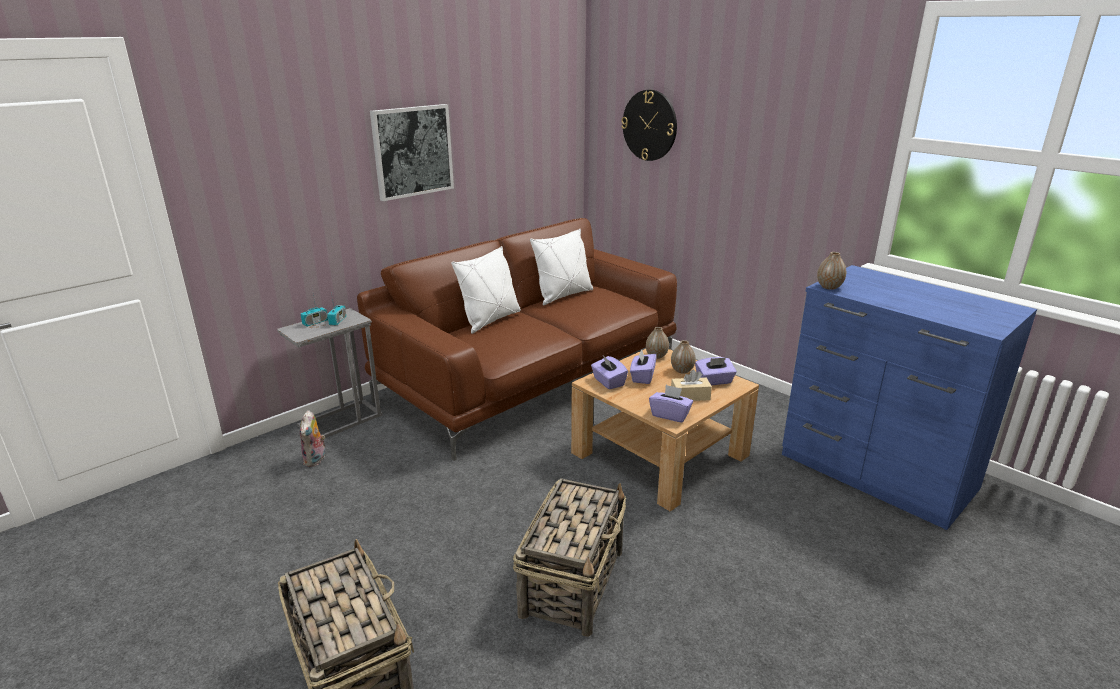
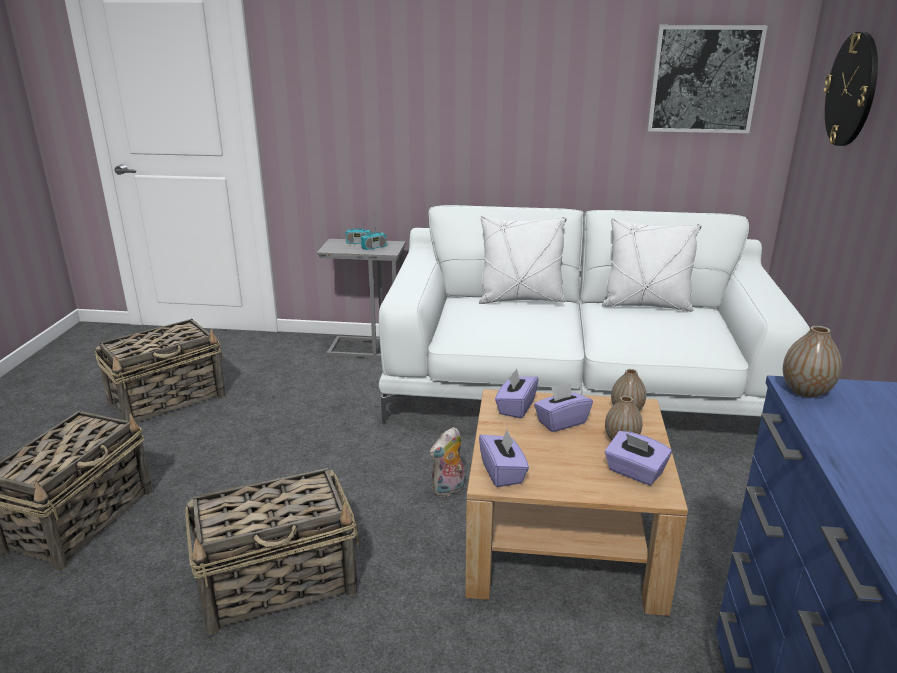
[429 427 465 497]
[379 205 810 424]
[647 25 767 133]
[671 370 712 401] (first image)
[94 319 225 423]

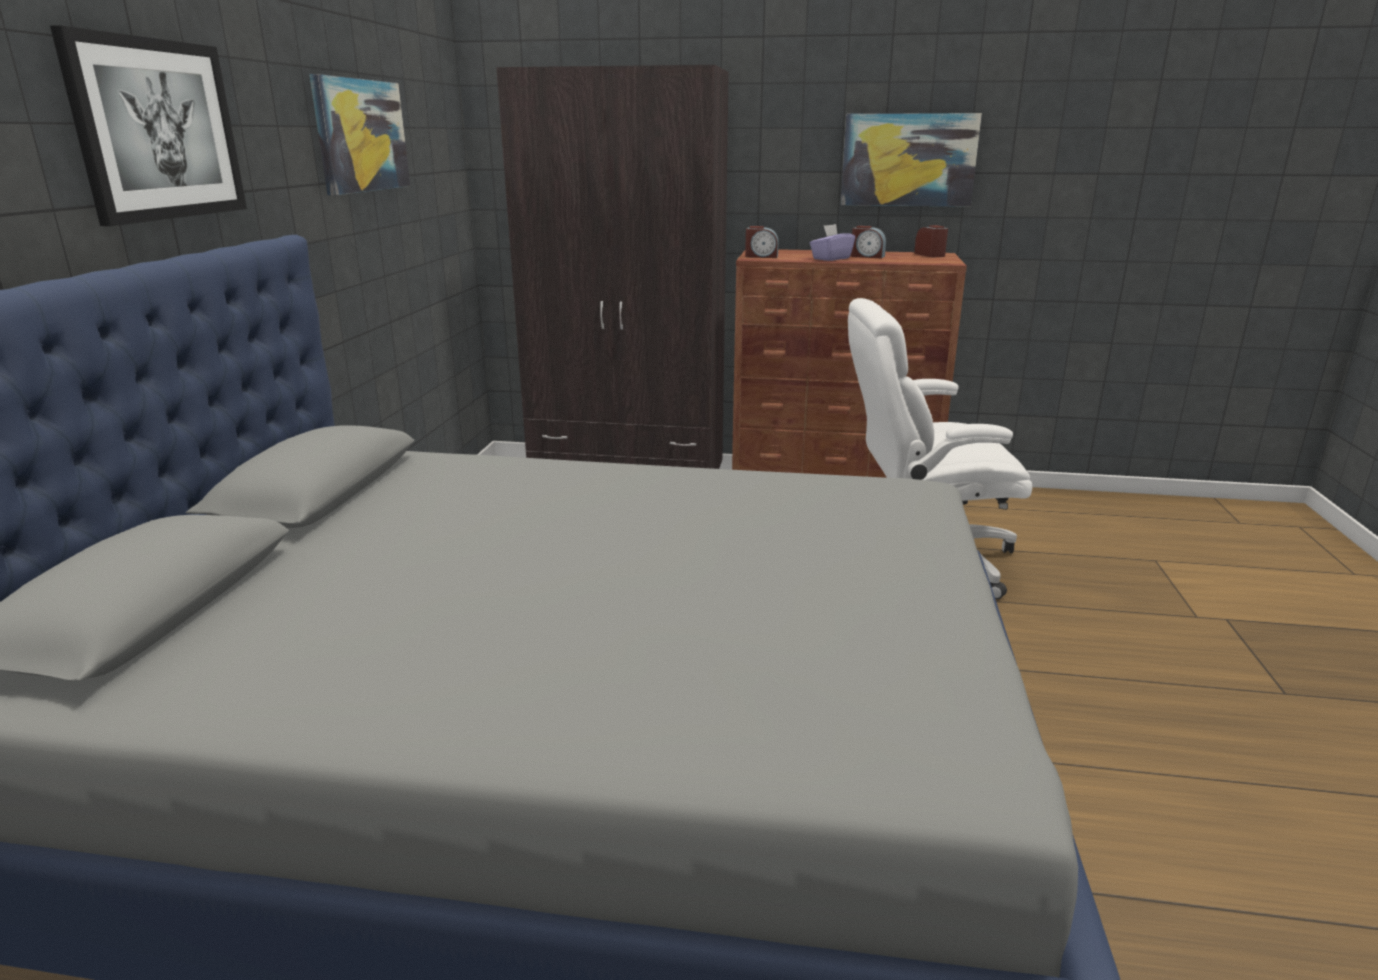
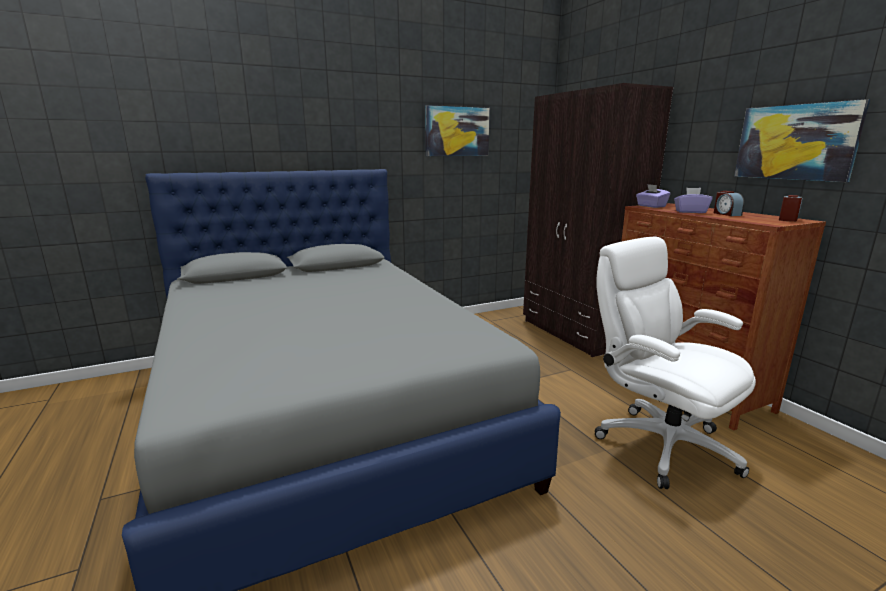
[50 25 247 226] (first image)
[636 184 671 208]

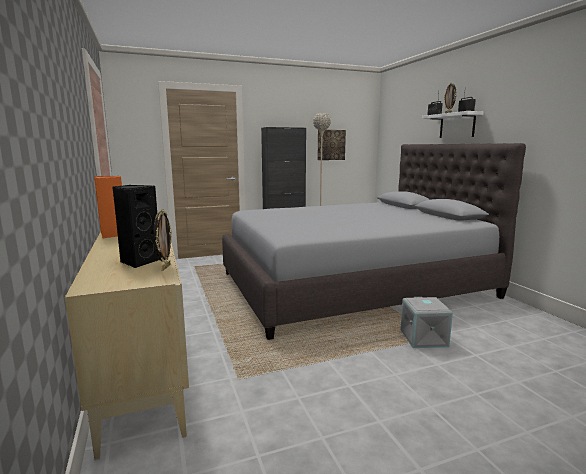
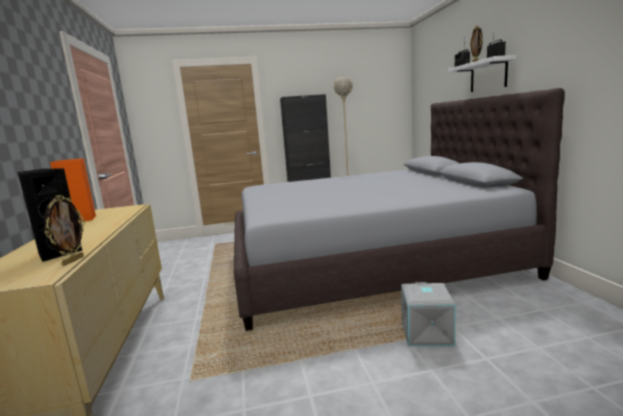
[318 130 346 160] (first image)

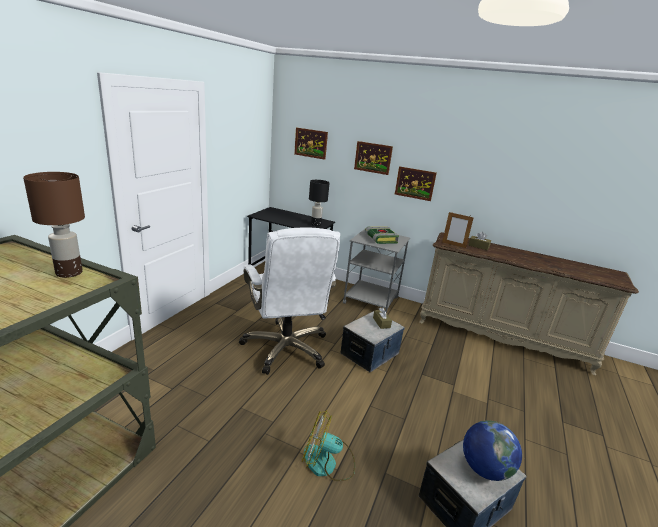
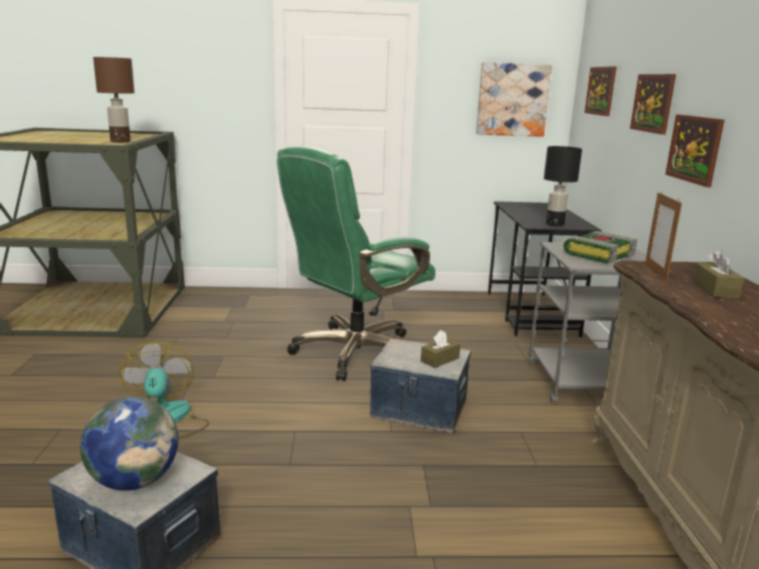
[277 146 435 381]
[476 62 552 137]

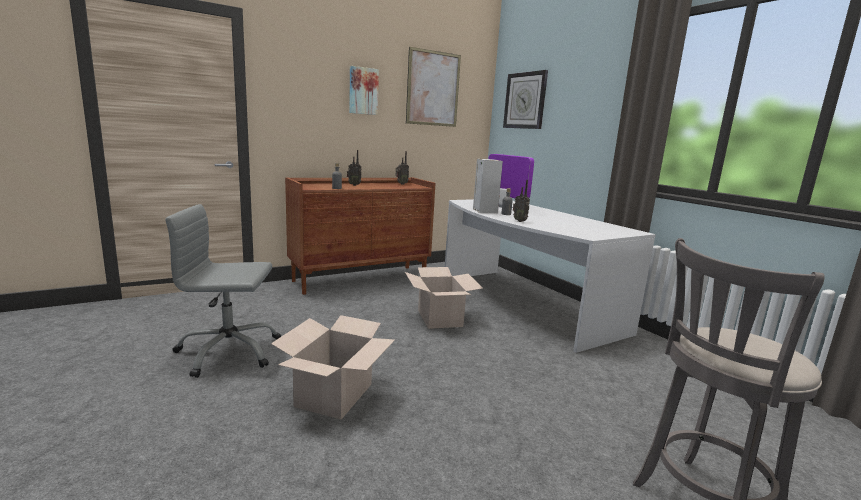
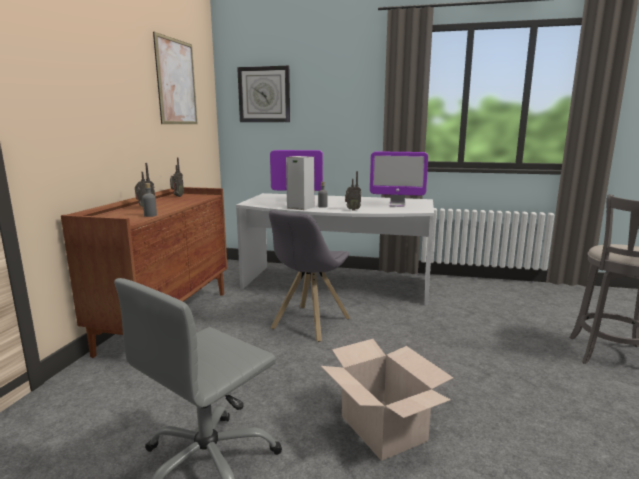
[349 66 379 115] (first image)
[269 210 350 342]
[370 152 428 207]

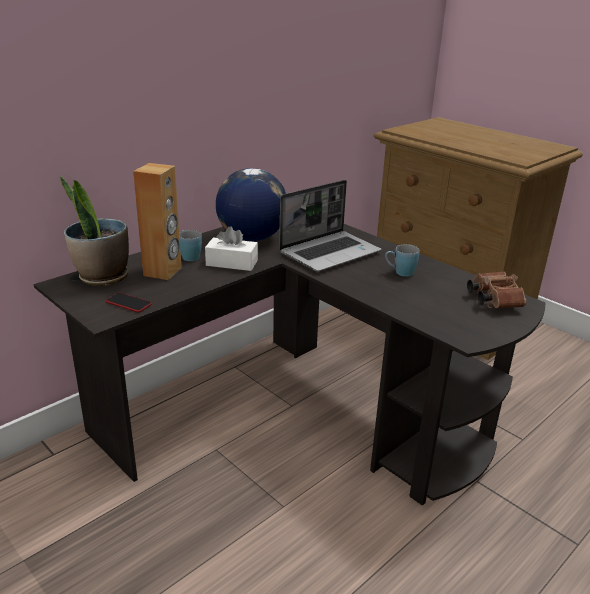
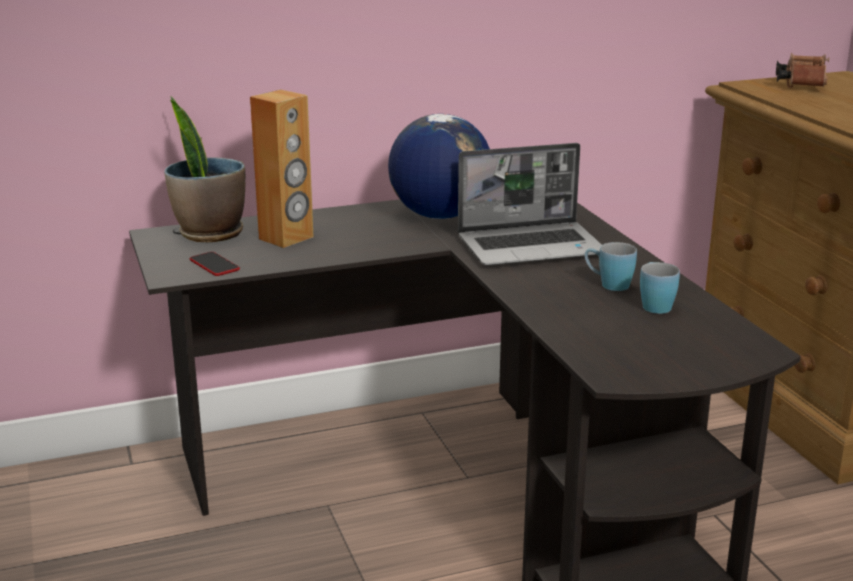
[640 262 680 314]
[205 226 258 271] (first image)
[776 53 829 88]

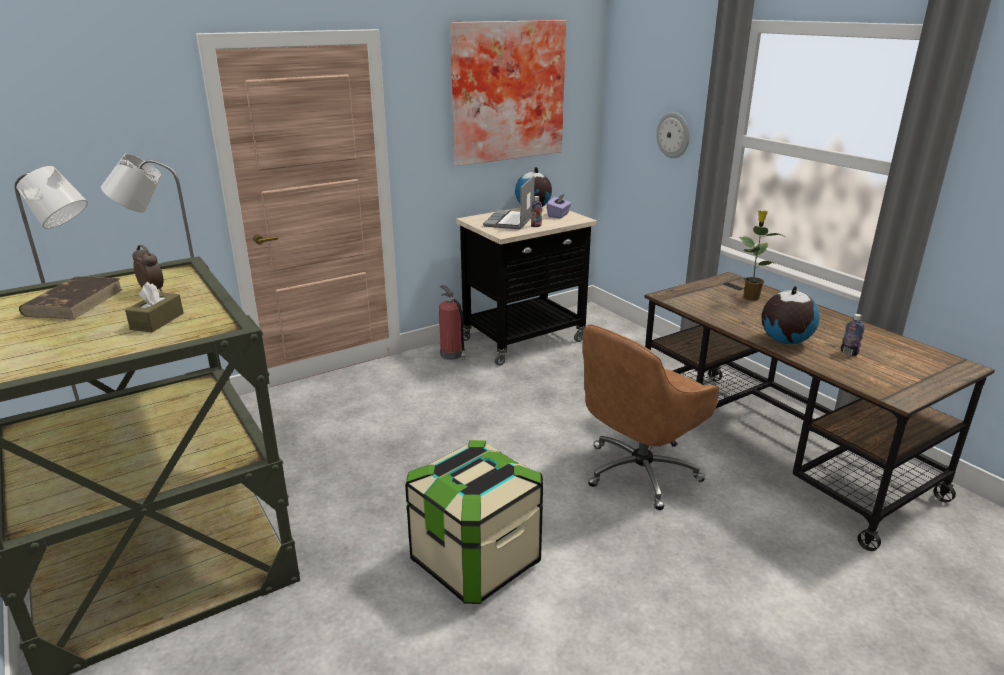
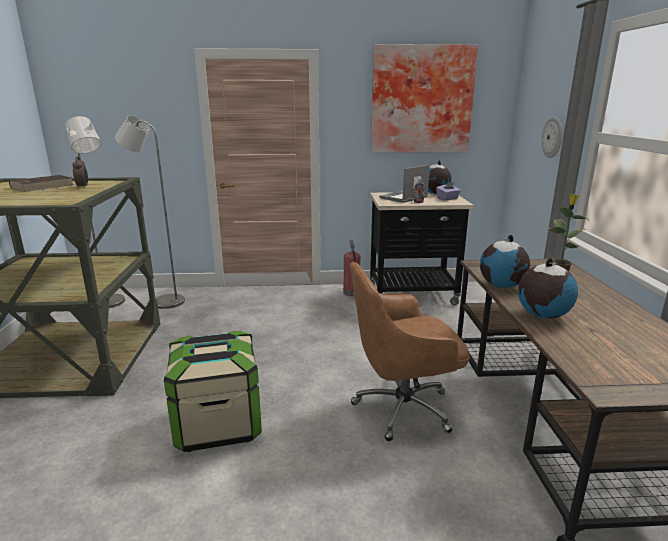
[125 282 183 332] (first image)
[841 314 864 356] (first image)
[480 235 530 288]

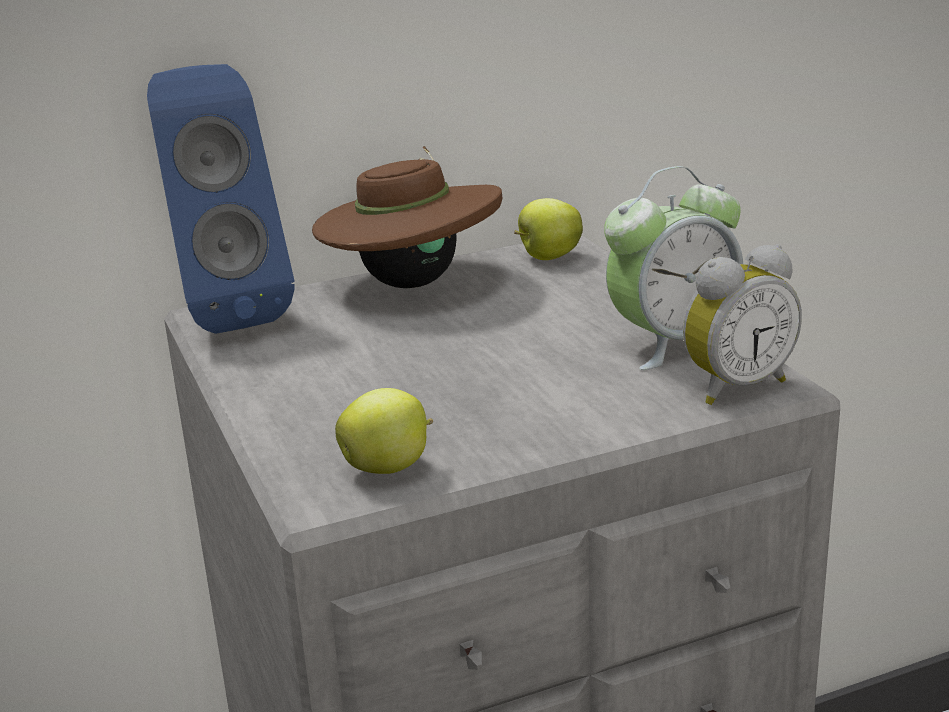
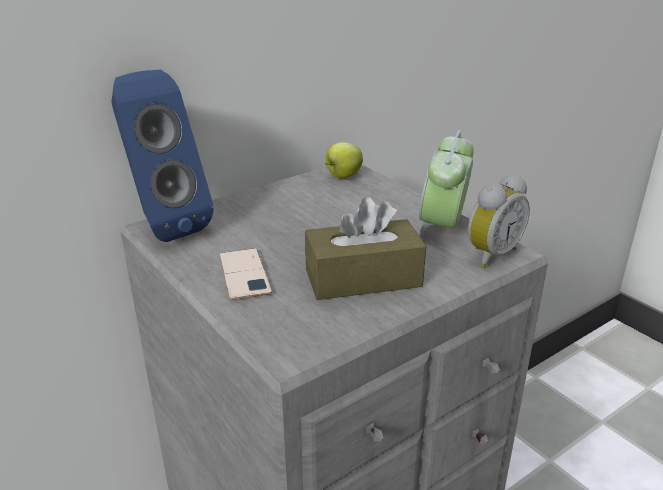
[312 146 502 288] (first image)
[335 388 433 474] (first image)
[418 130 474 239]
[220 248 272 300]
[305 197 426 300]

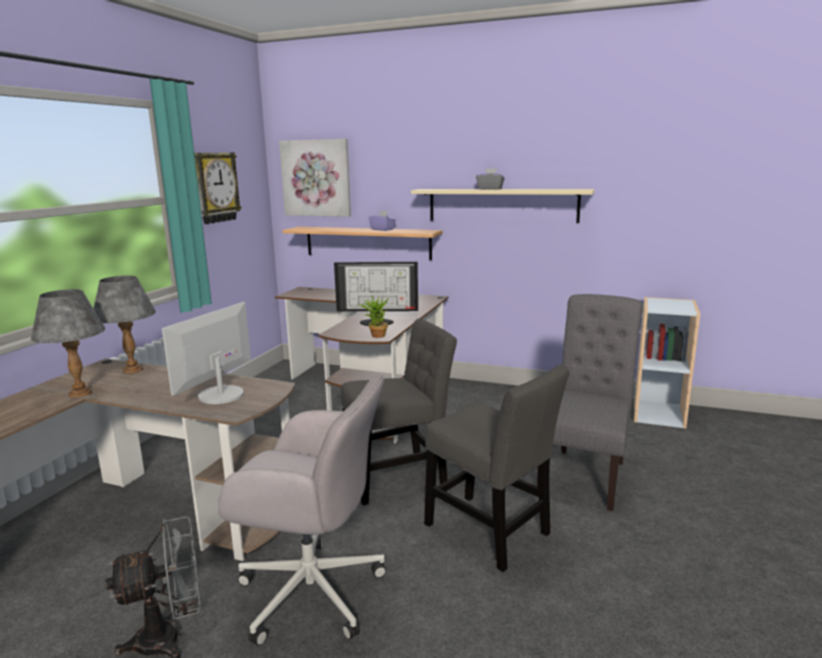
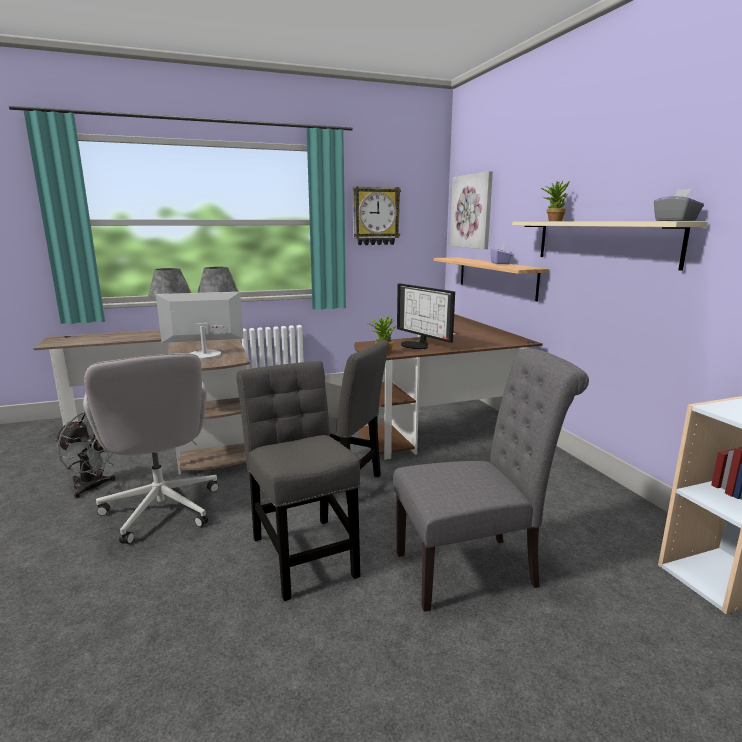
[236 361 360 601]
[654 189 704 221]
[541 181 570 221]

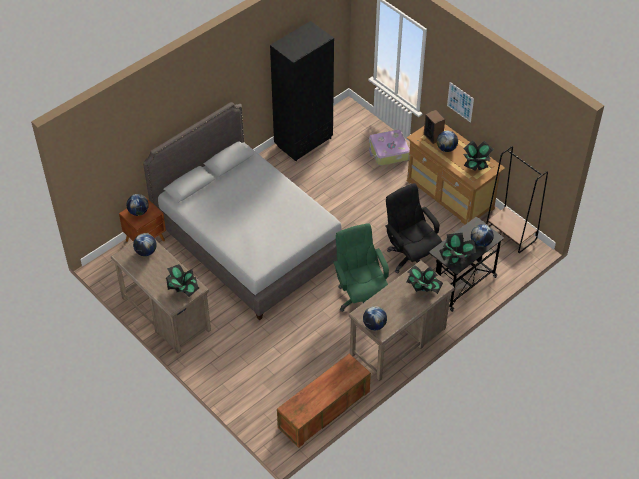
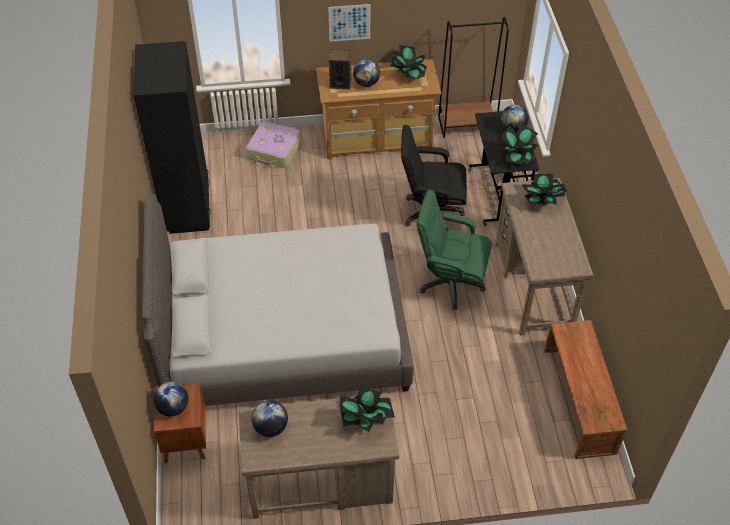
[363 306 387 330] (first image)

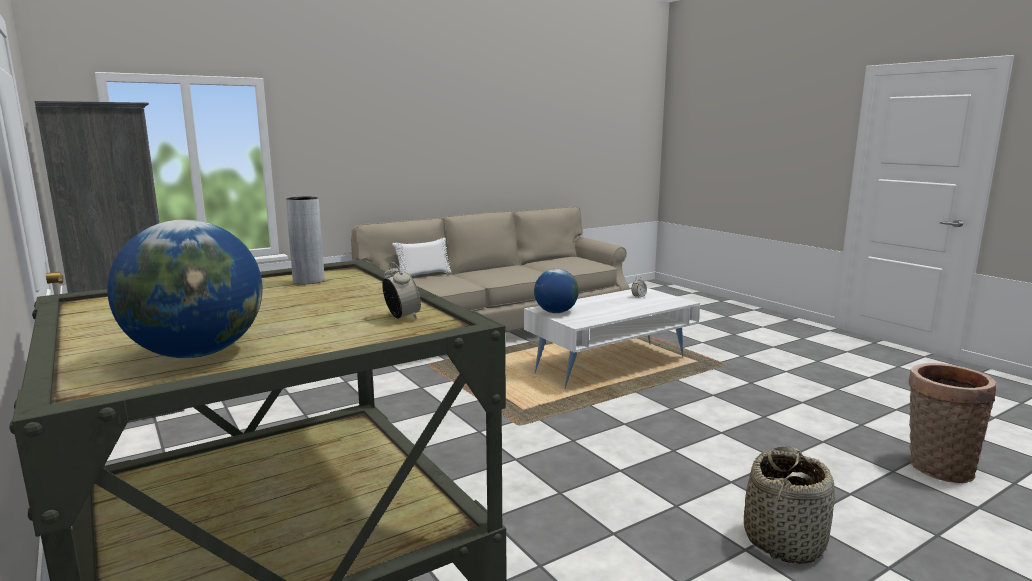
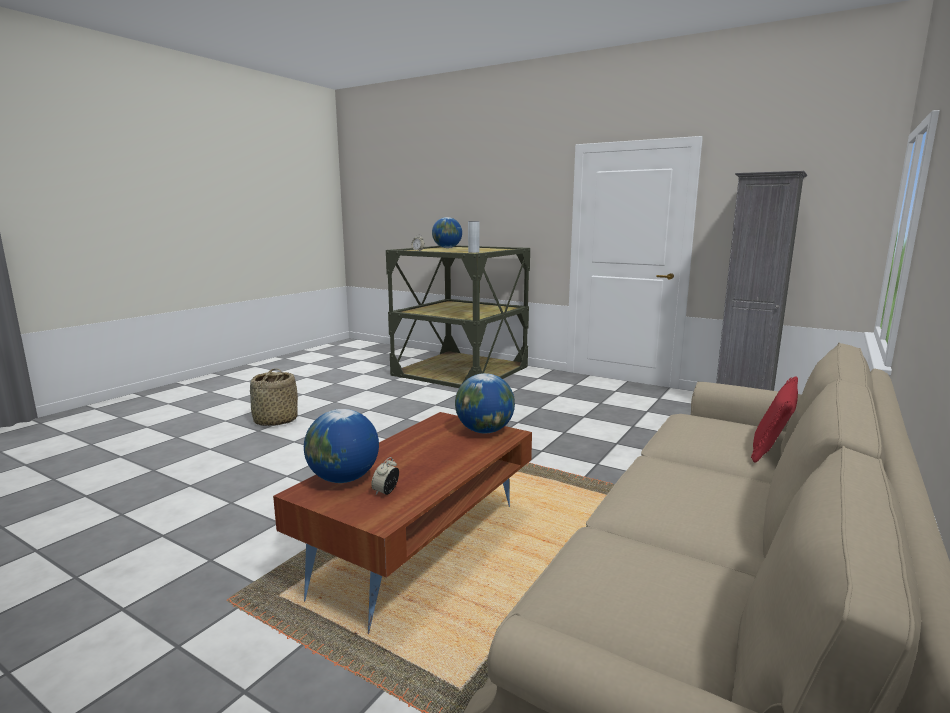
[751 377 798 463]
[273 412 532 634]
[909 363 996 483] (first image)
[304 409 379 483]

